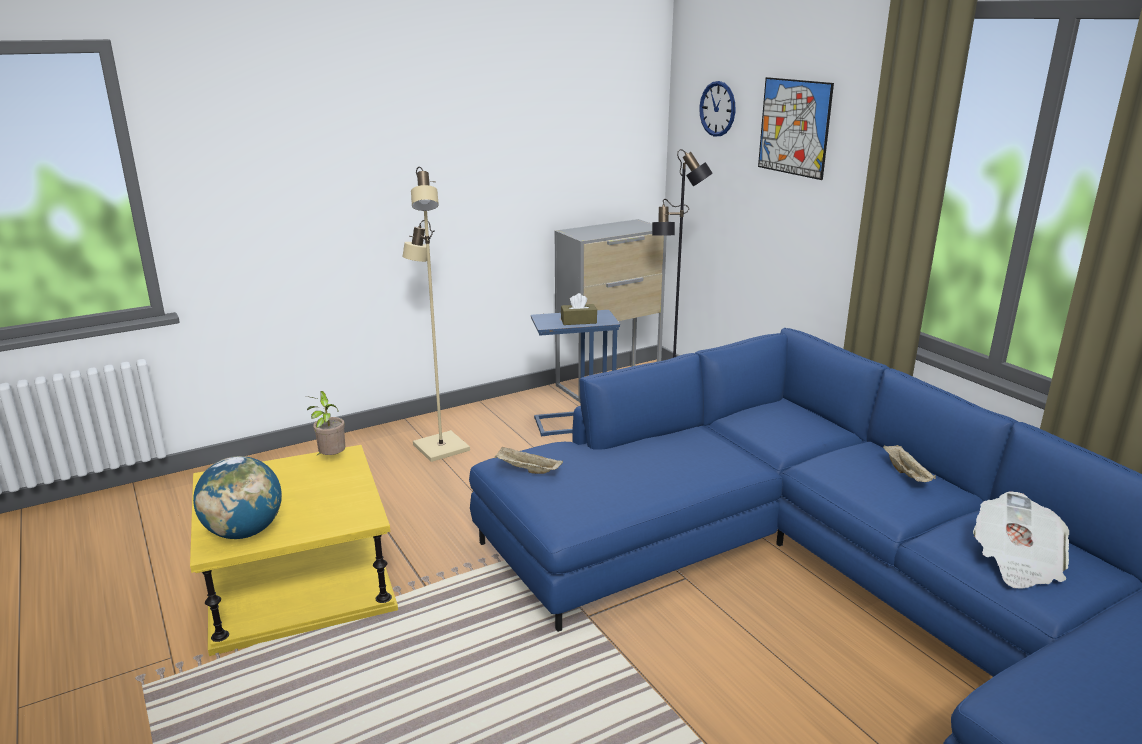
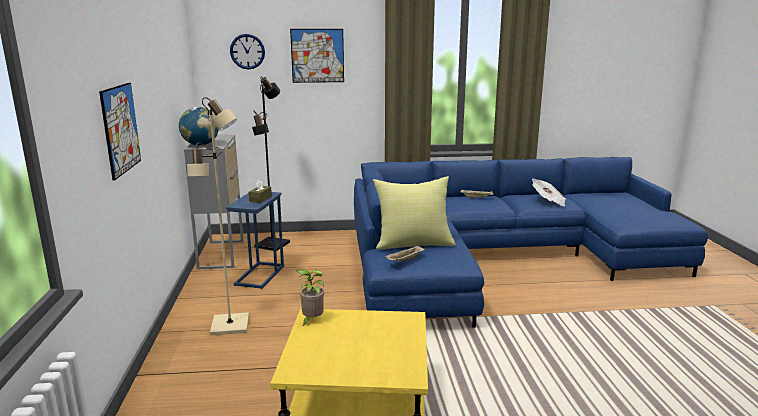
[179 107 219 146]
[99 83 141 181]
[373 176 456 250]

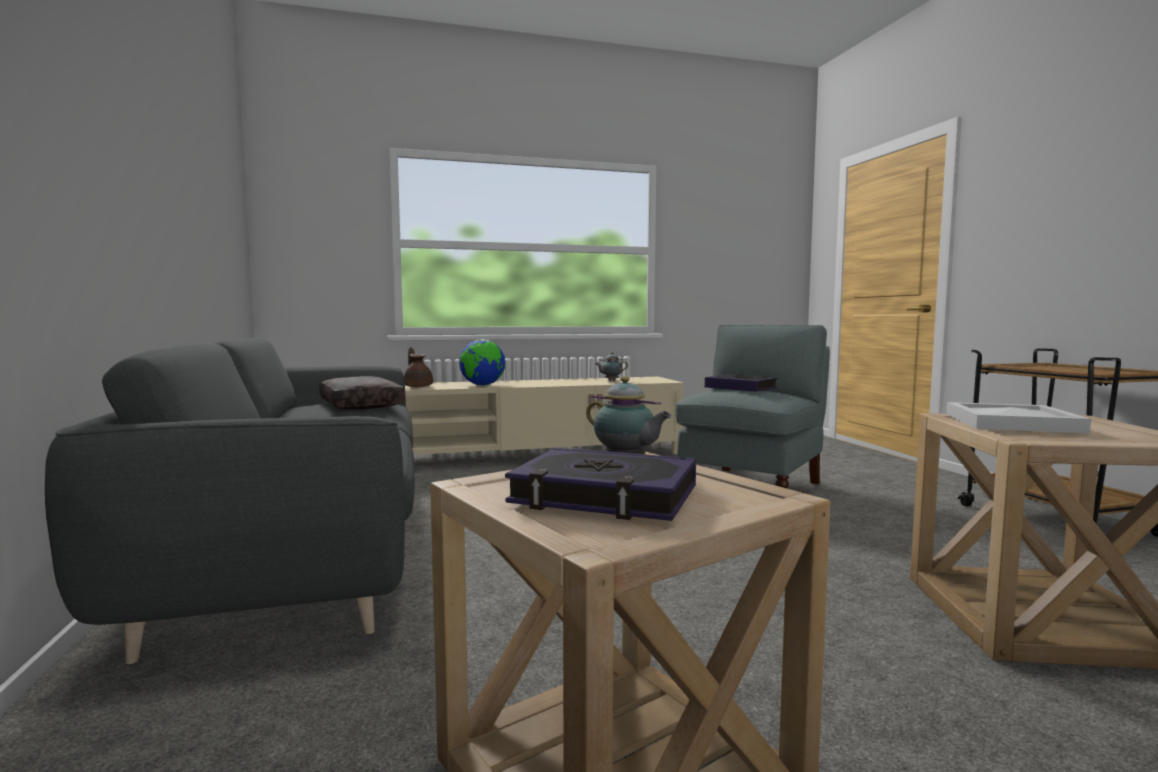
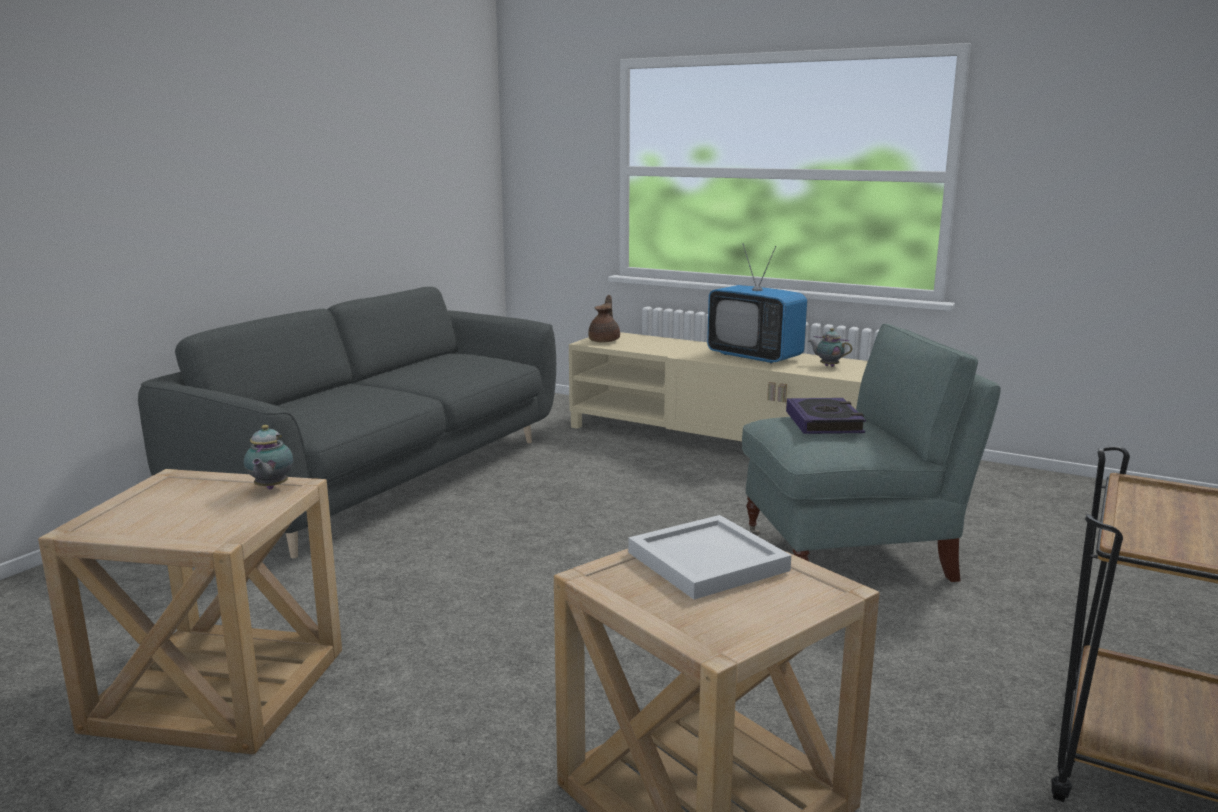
[319 376 405 410] (first image)
[459 339 505 386] (first image)
[505 448 696 521] (first image)
[707 243 807 364]

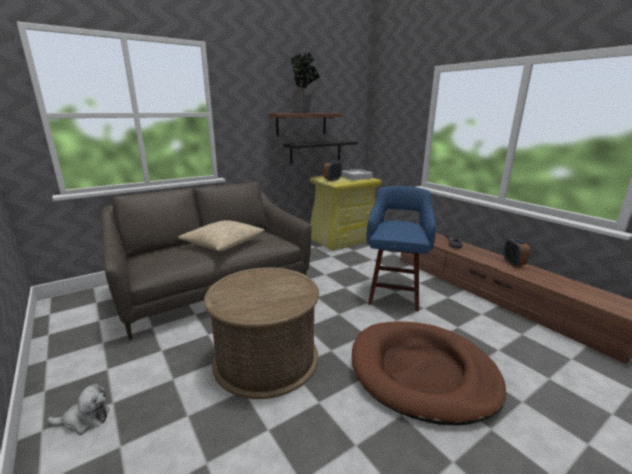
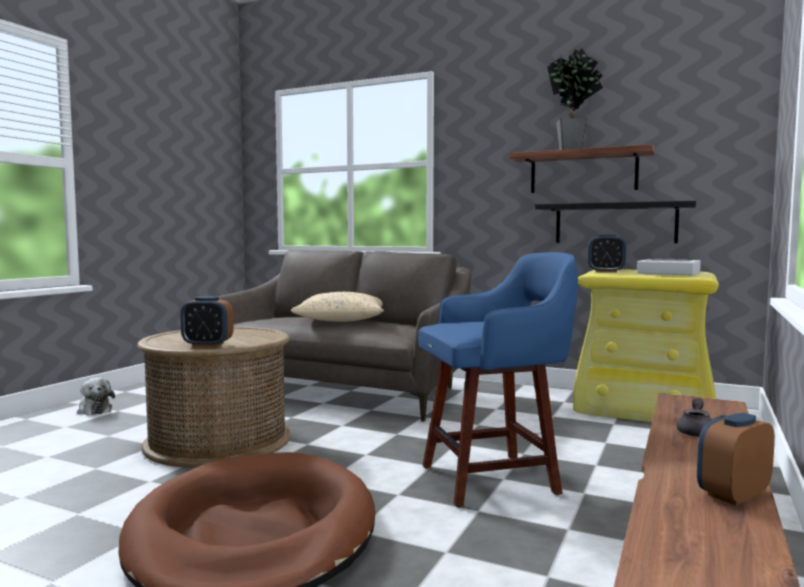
[180 297 234 347]

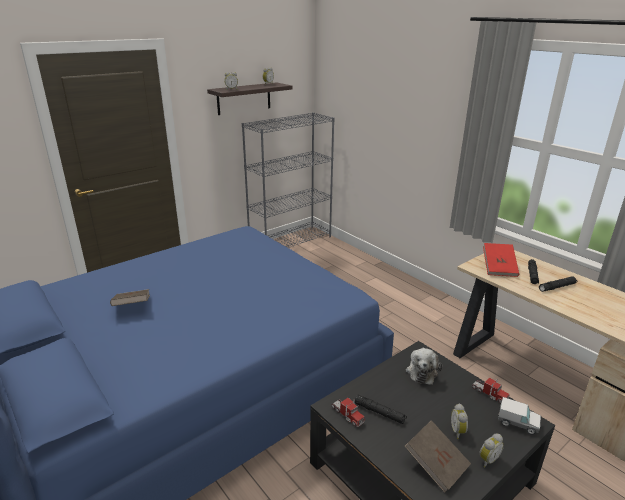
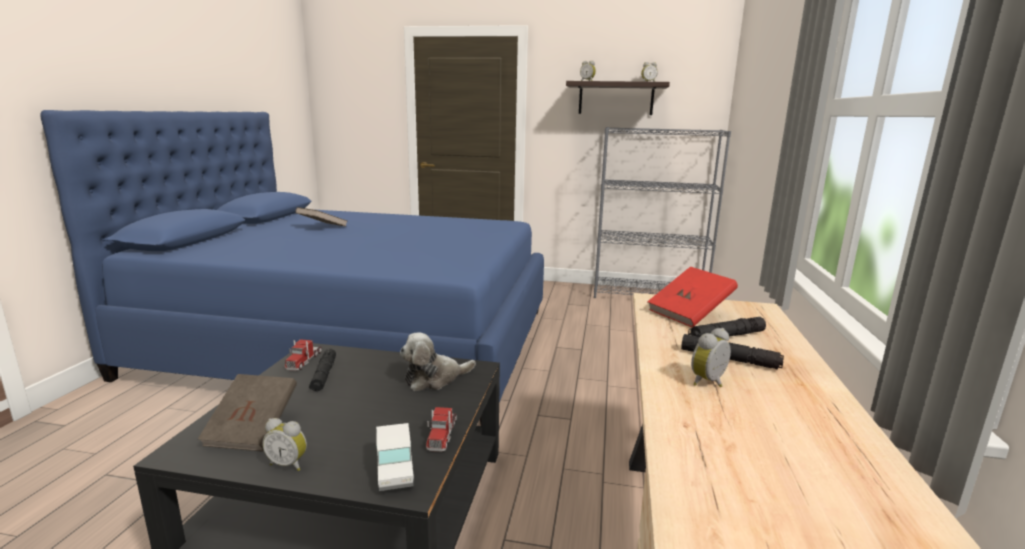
[691 328 731 387]

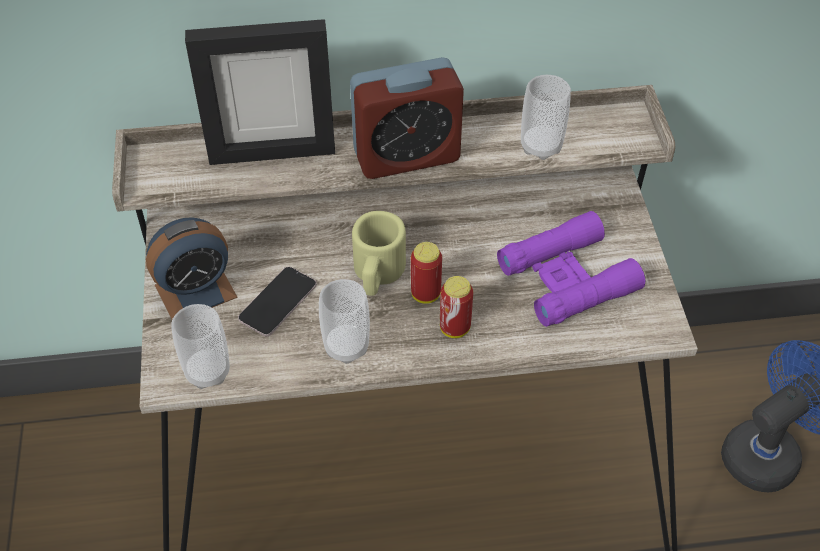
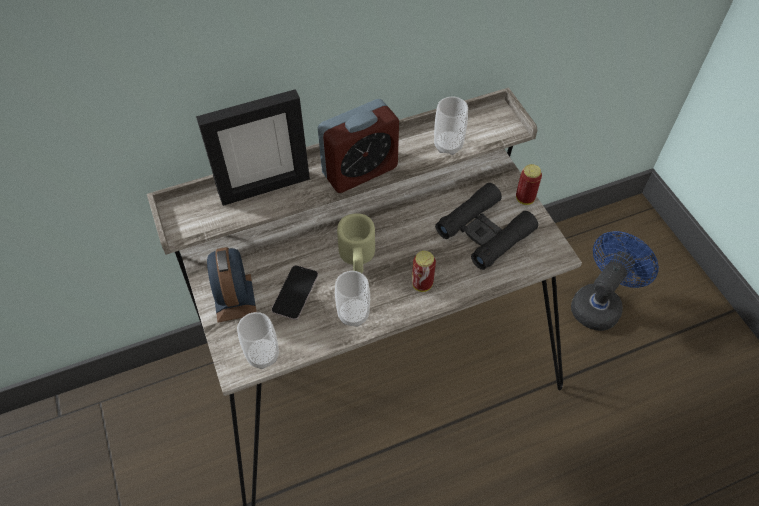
[207 247 257 323]
[516 164 542 205]
[435 183 538 270]

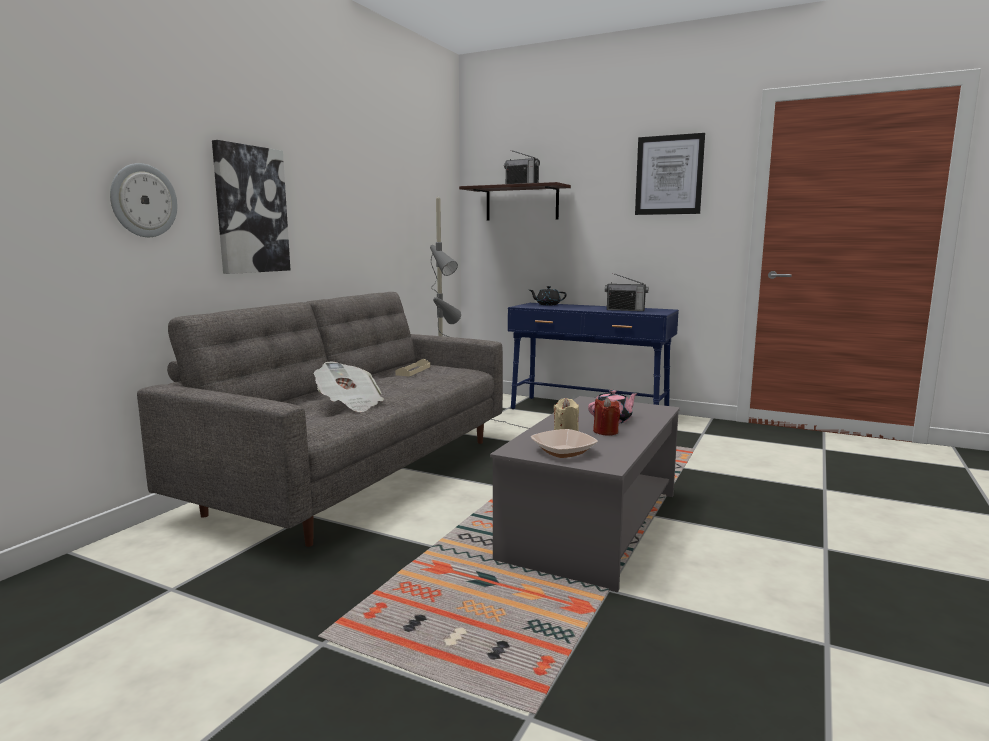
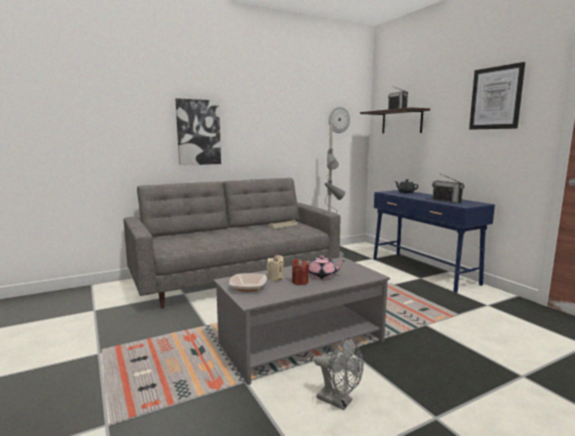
[329 106 350 133]
[314 362 384 412] (first image)
[314 337 363 410]

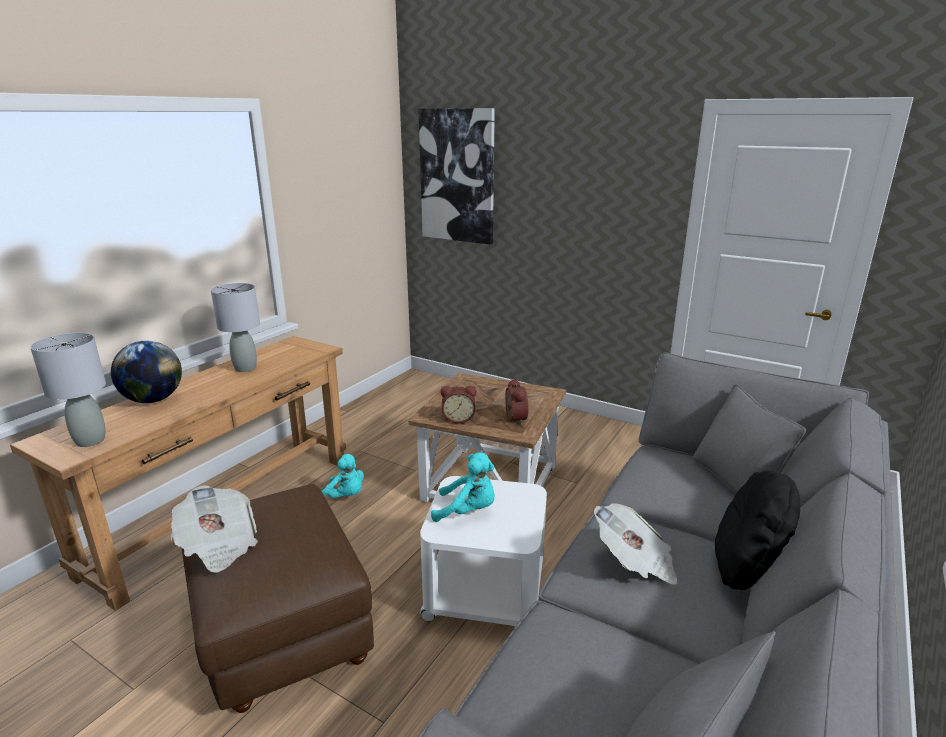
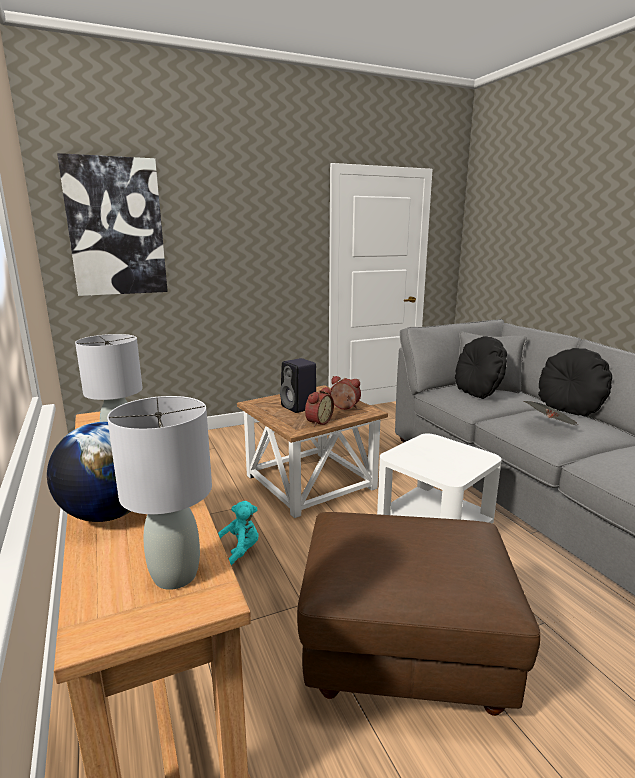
[171 485 258 572] (first image)
[431 453 495 522] (first image)
[280 358 316 413]
[455 336 507 399]

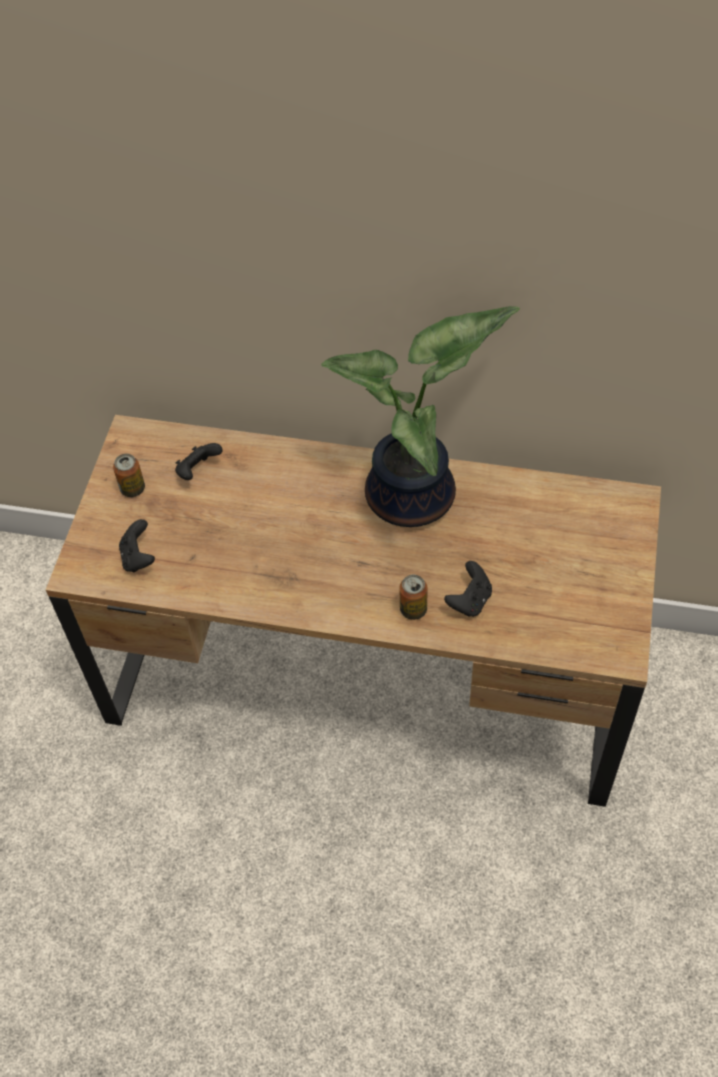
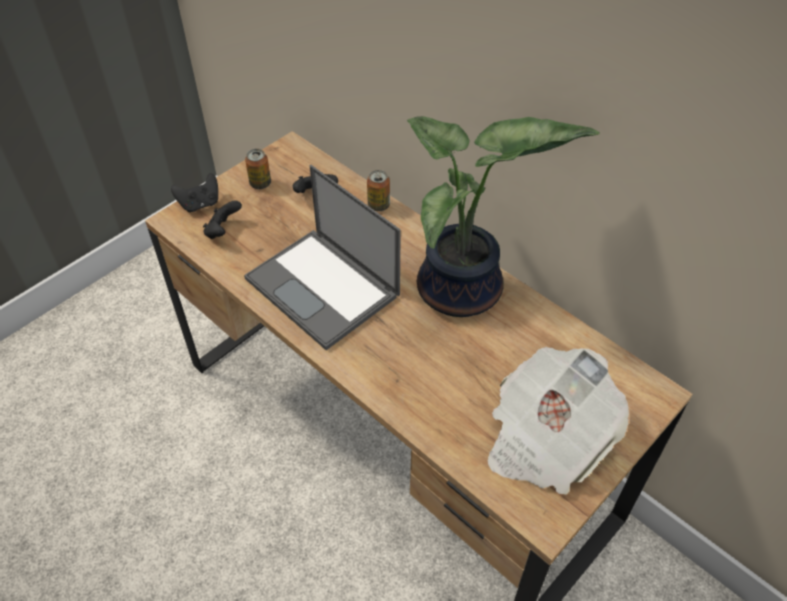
[367 170 390 211]
[171 173 218 213]
[244 165 401 350]
[487 347 629 495]

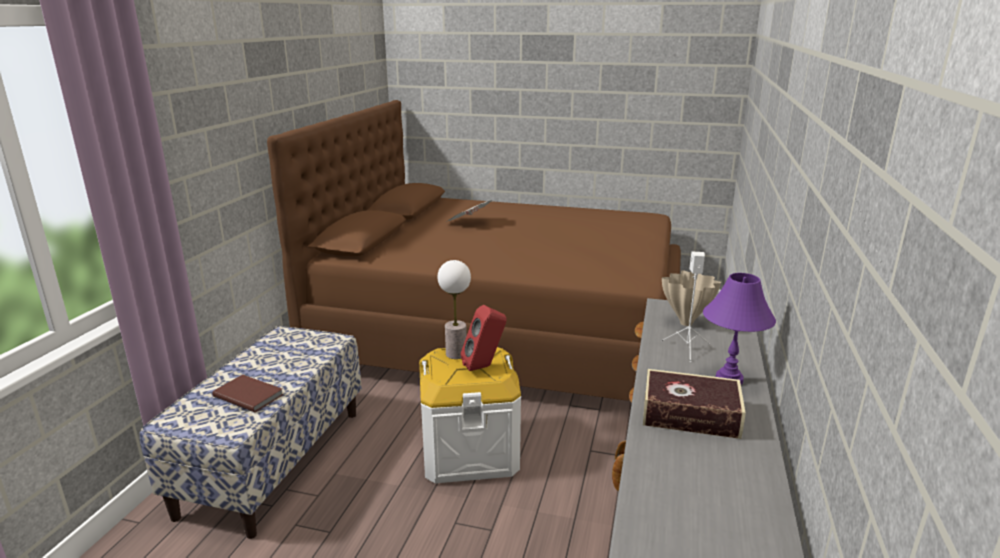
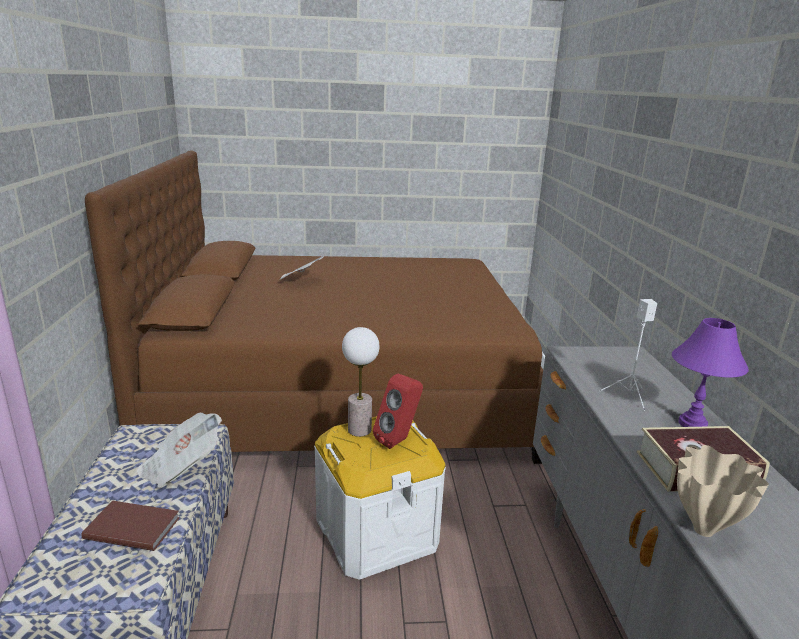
[677 445 769 537]
[136 412 222 488]

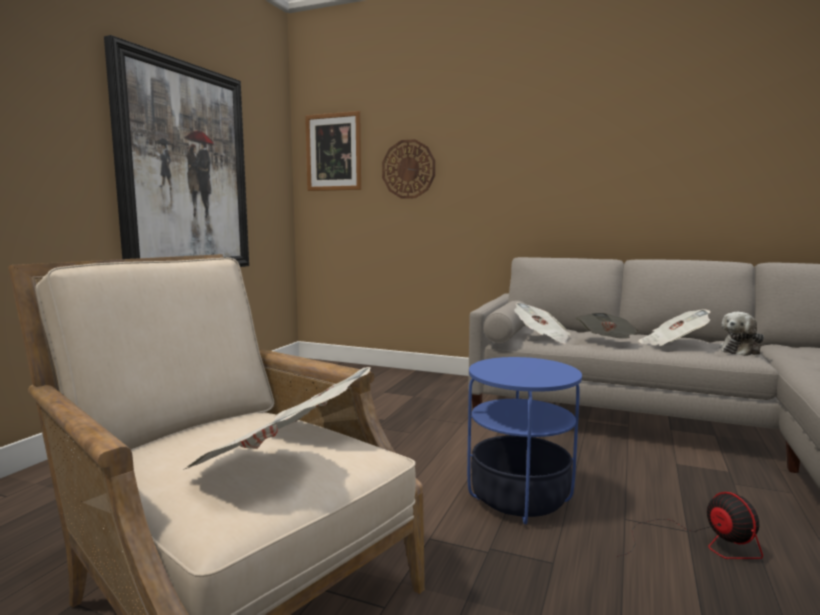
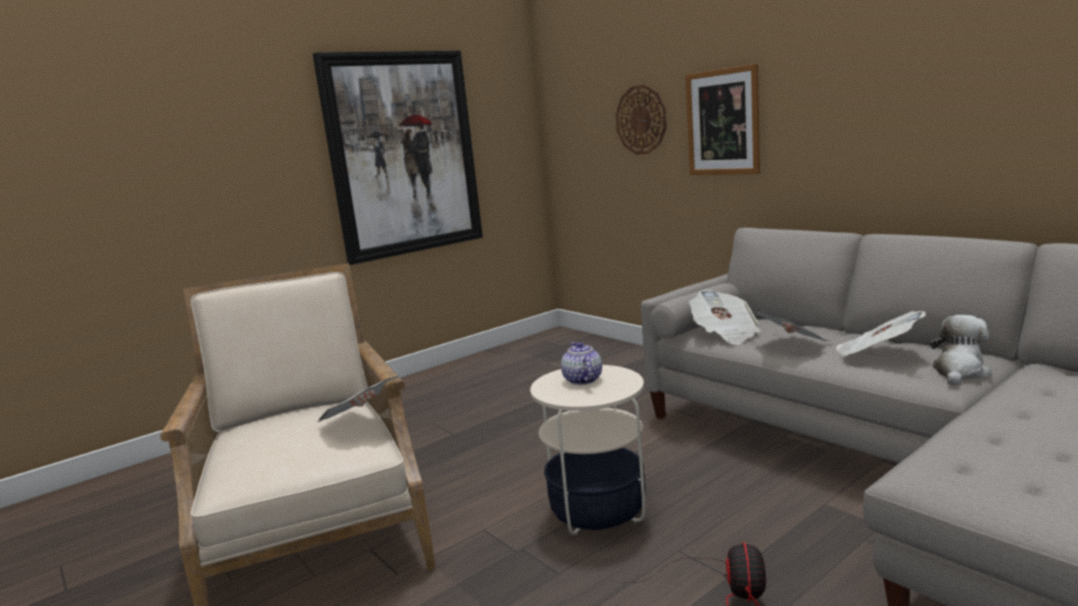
[183 406 316 470] (first image)
[685 64 760 175]
[530 365 645 535]
[930 315 992 386]
[561 342 602 385]

